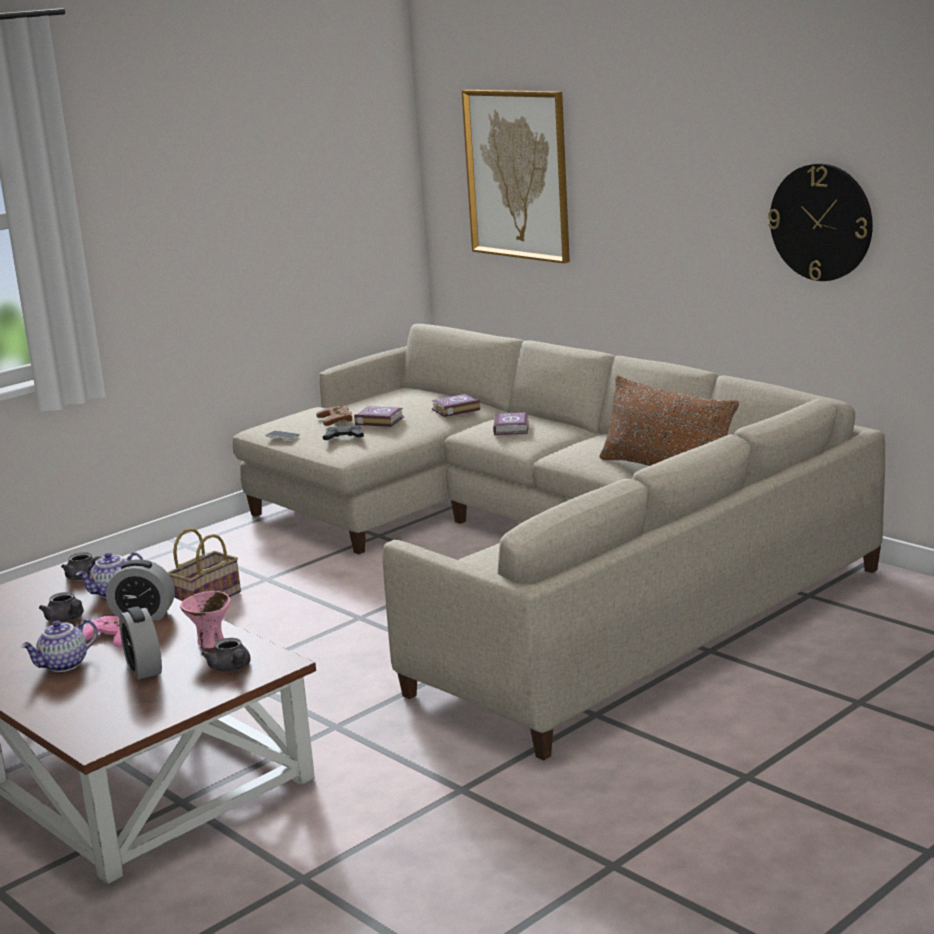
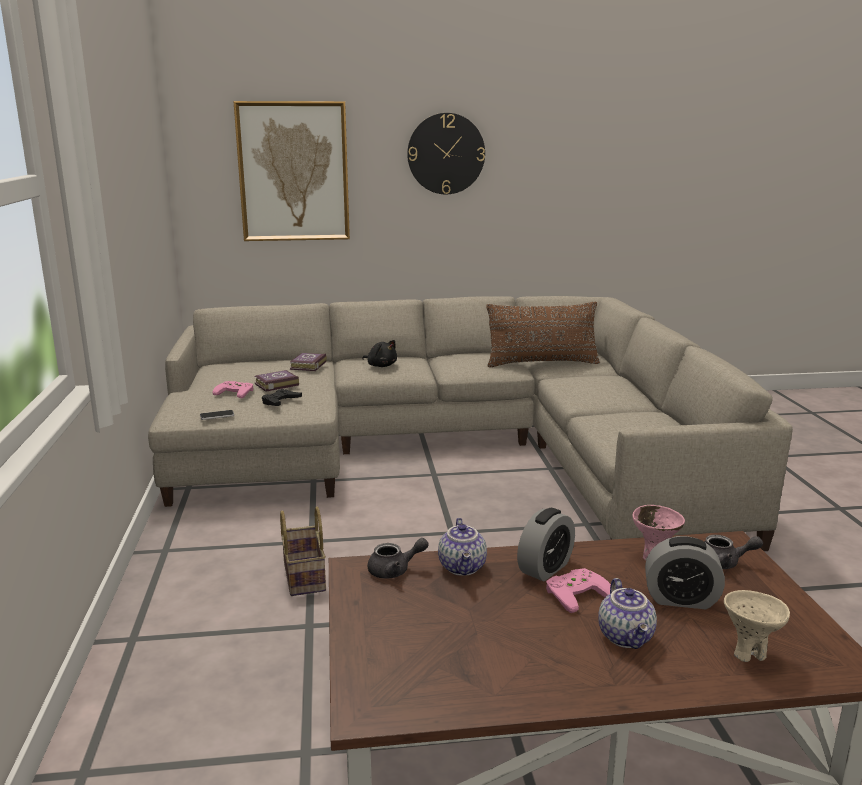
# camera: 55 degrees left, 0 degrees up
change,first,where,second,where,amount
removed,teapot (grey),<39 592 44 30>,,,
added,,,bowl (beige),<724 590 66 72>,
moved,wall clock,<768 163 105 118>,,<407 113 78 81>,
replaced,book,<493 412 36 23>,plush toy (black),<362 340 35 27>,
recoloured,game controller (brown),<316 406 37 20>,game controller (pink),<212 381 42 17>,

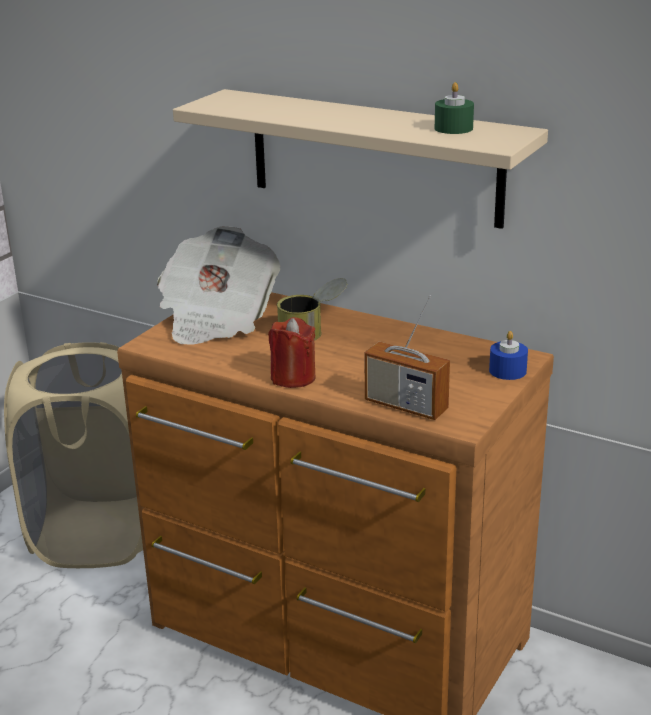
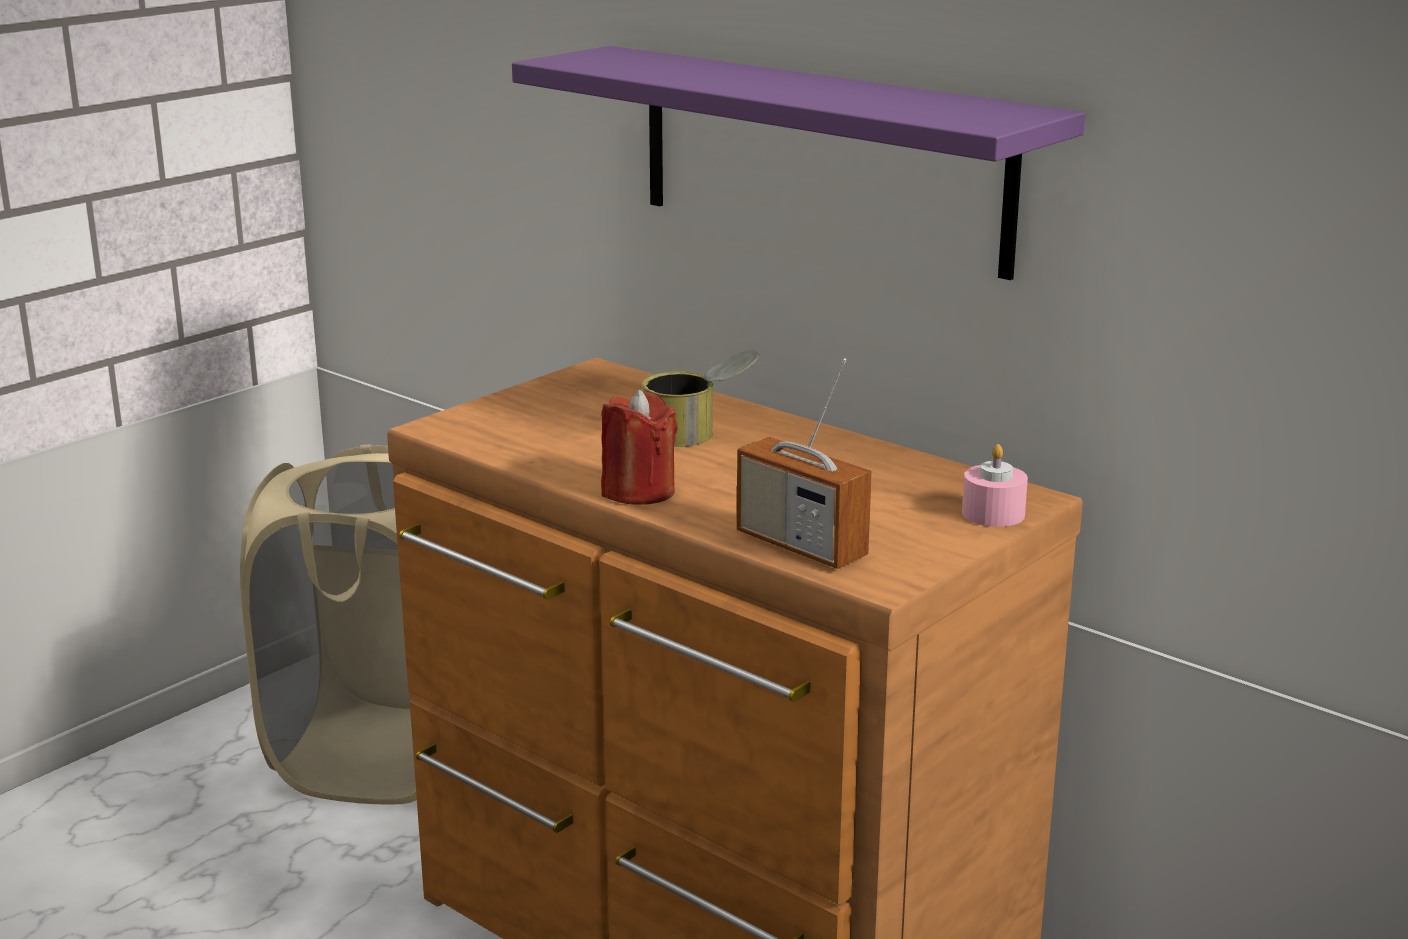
# camera: 10 degrees right, 5 degrees down
change,first,where,second,where,amount
removed,newspaper,<157 226 123 119>,,,
removed,candle (green),<435 82 39 52>,,,
recoloured,shelf (beige),<173 89 375 140>,shelf (purple),<512 46 573 234>,
recoloured,candle (blue),<489 331 39 49>,candle (pink),<962 444 66 83>,

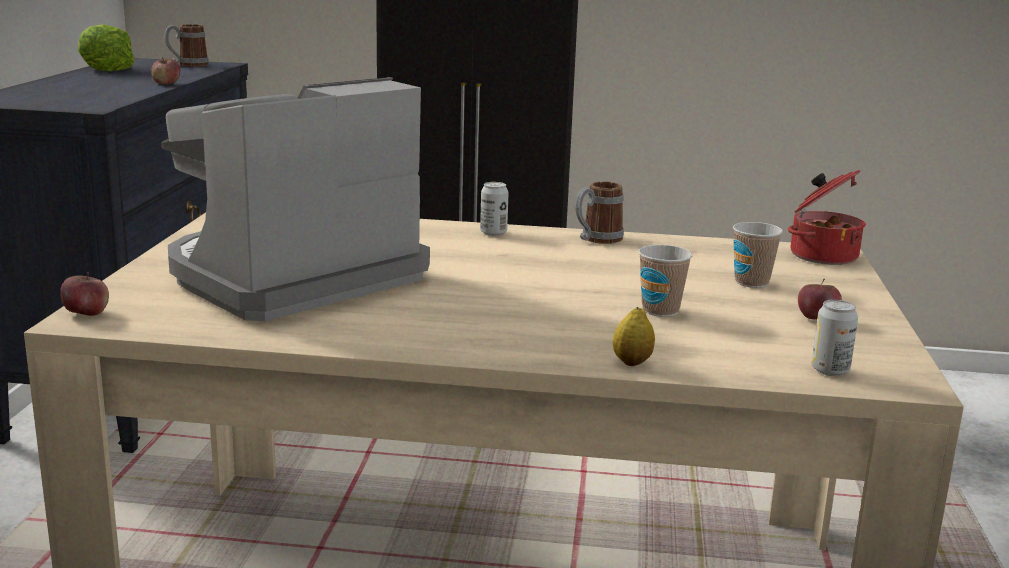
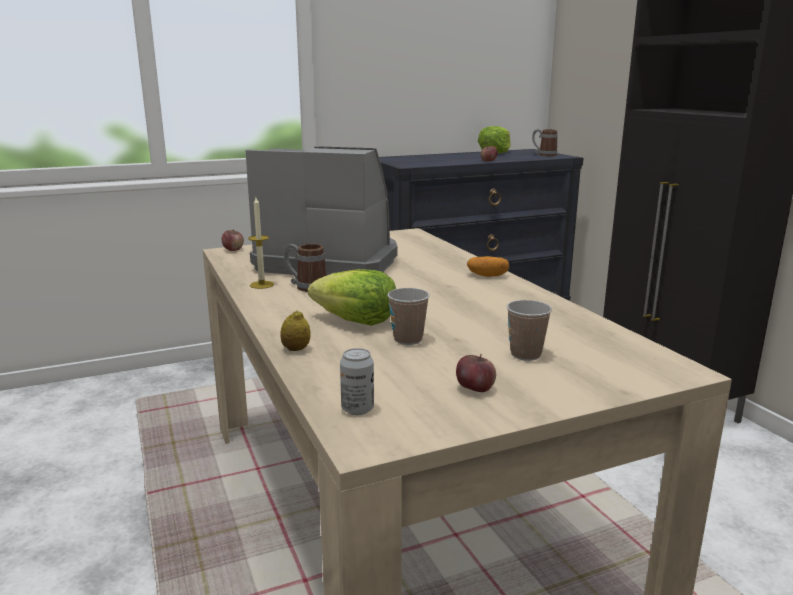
# camera: 60 degrees right, 0 degrees up
change,first,where,second,where,amount
removed,cooking pot,<788 170 78 95>,,,
added,,,candle,<248 197 26 92>,
added,,,lettuce,<308 269 88 57>,
moved,mug,<575 181 49 63>,,<284 244 42 48>,
replaced,can,<480 182 29 54>,potato,<467 256 42 21>,

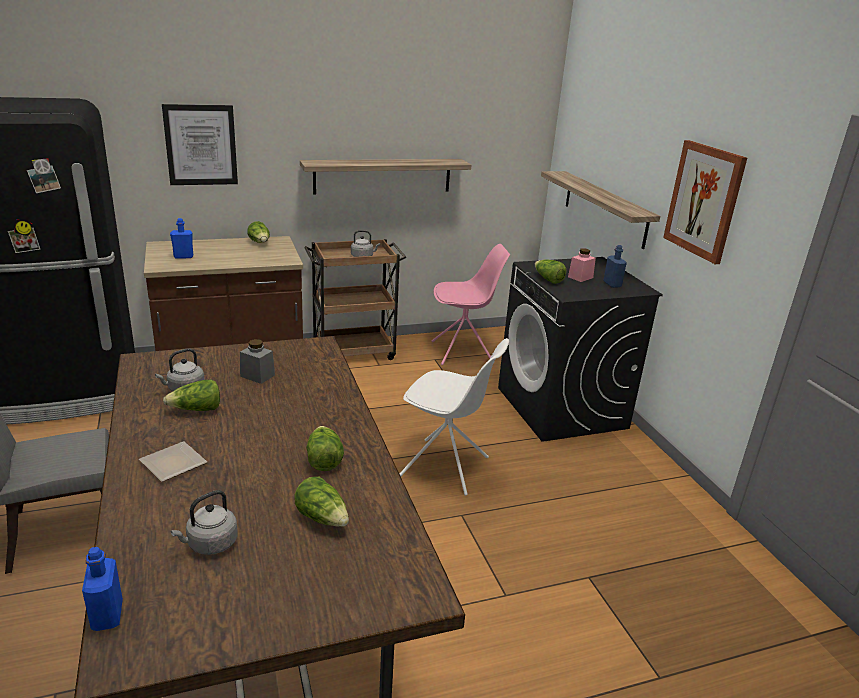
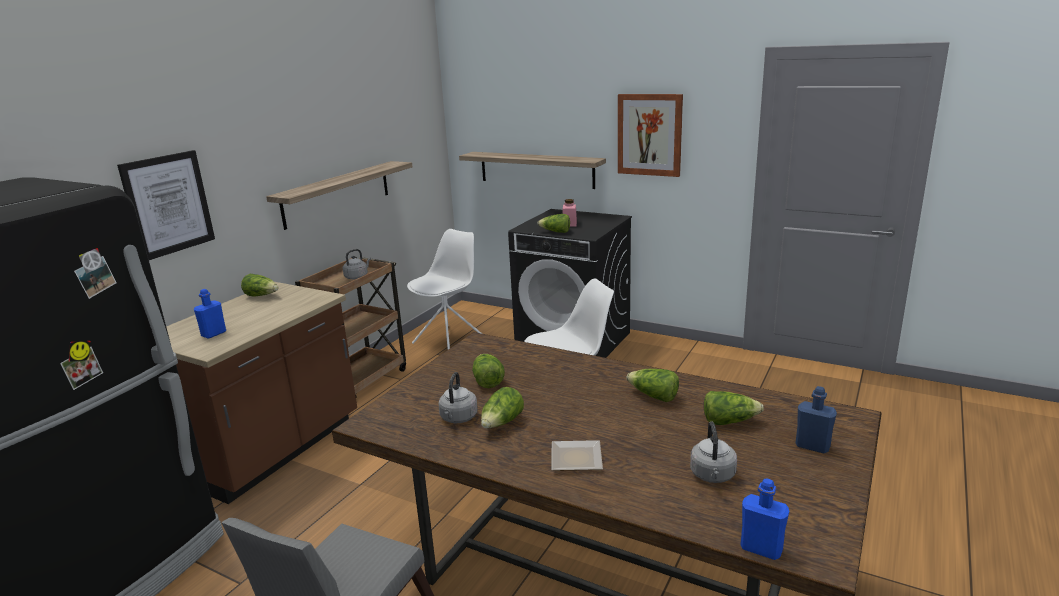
# camera: 40 degrees left, 5 degrees down
change,first,where,second,where,amount
moved,bottle (blue),<603 245 24 43>,,<795 386 42 67>,
replaced,jar (grey),<240 339 35 45>,lettuce,<472 354 33 34>,
recoloured,chair (pink),<432 244 78 121>,chair (white),<407 229 75 121>,

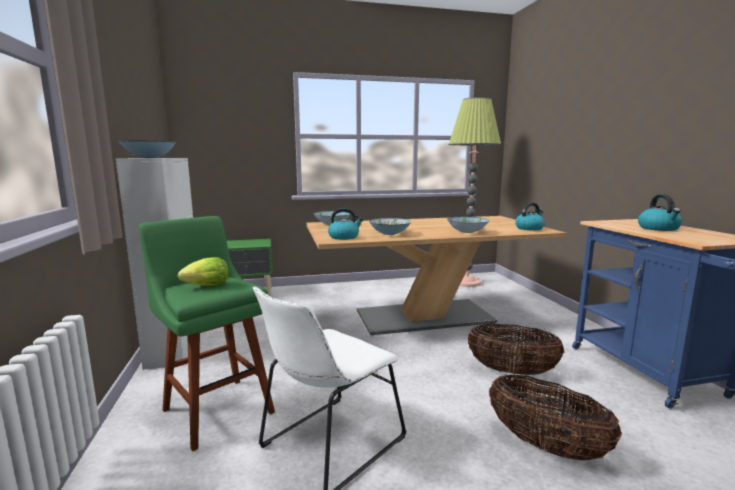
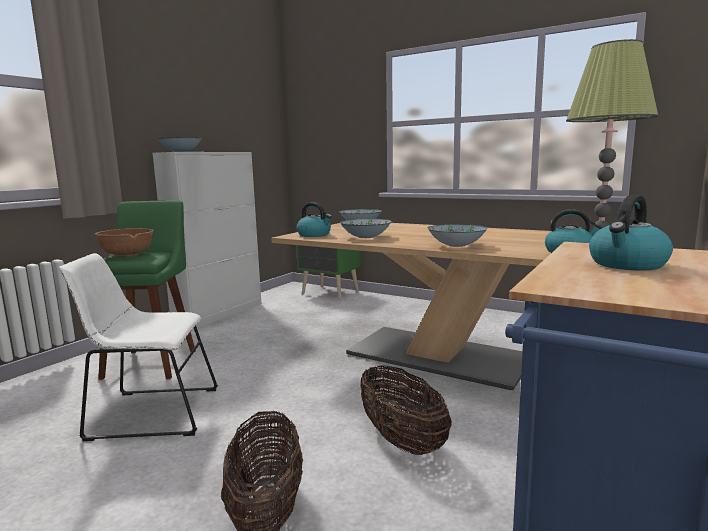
# camera: 45 degrees right, 0 degrees up
change,first,where,second,where,amount
replaced,lettuce,<178 257 51 29>,bowl (brown),<95 228 59 28>,

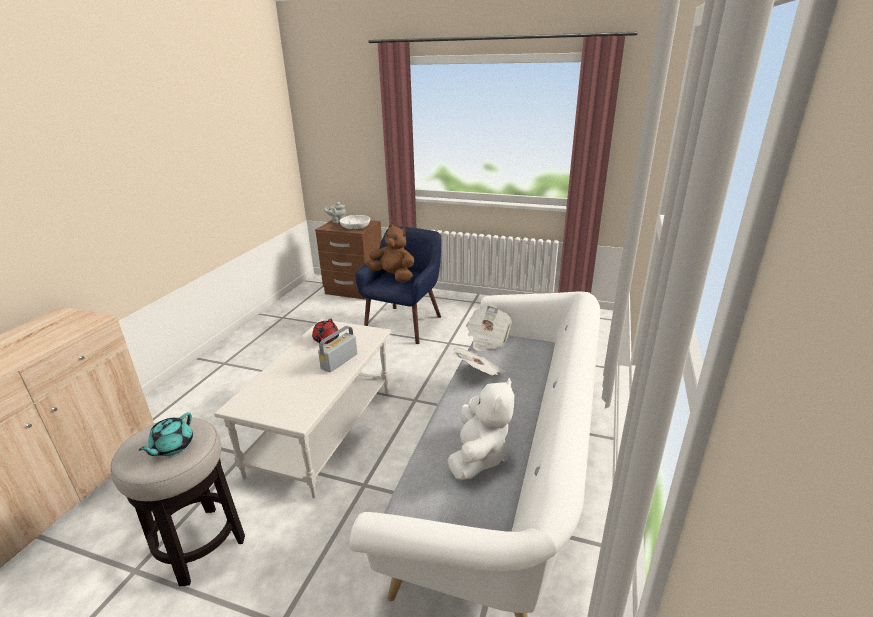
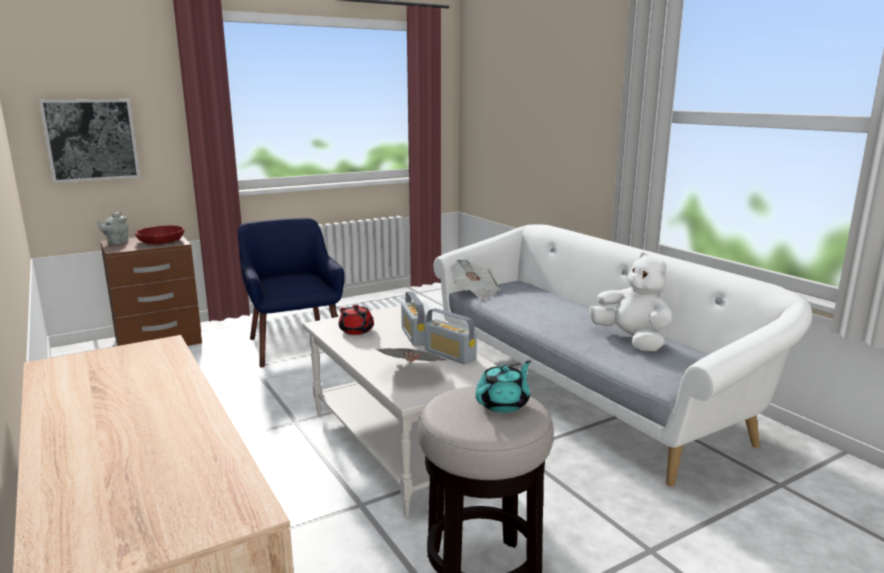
# camera: 50 degrees left, 10 degrees down
change,first,where,second,where,amount
removed,plush toy (brown),<365 224 49 58>,,,
added,,,picture,<39 99 101 84>,
added,,,radio,<425 308 52 57>,
moved,newspaper,<453 348 53 27>,,<374 348 72 14>,
recoloured,bowl (white),<339 215 31 14>,bowl (red),<135 226 49 18>,
turned,teapot (turquoise),<139 412 54 44>,,<476 361 55 52>,105 degrees counterclockwise

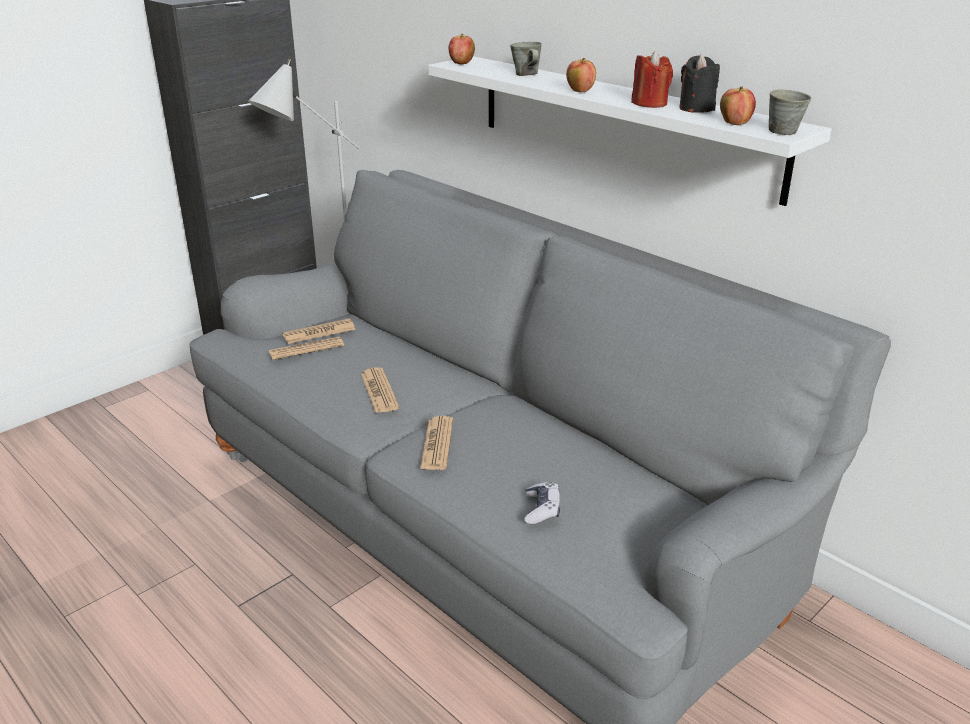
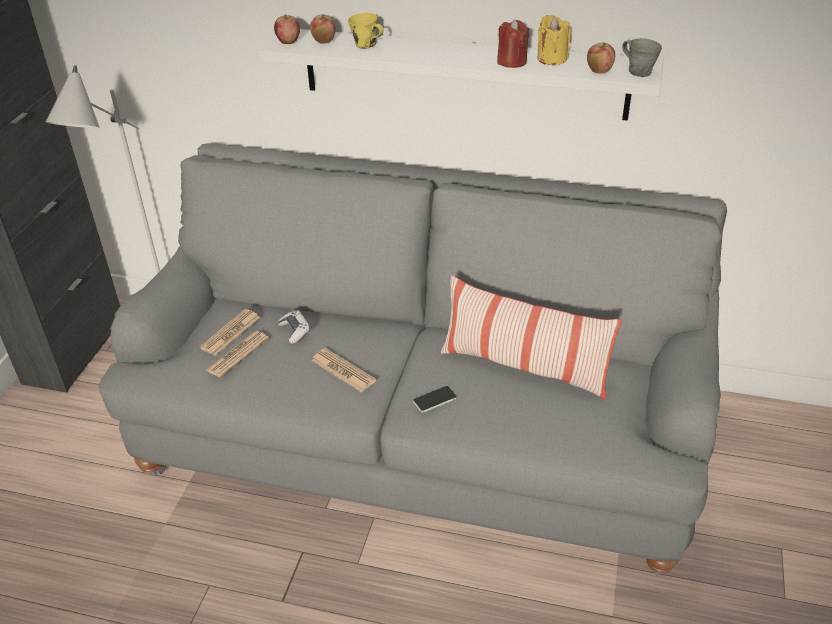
# camera: 30 degrees left, 10 degrees up
change,first,where,second,where,amount
added,,,pillow,<441 275 181 124>,
moved,game controller,<525 482 35 42>,,<277 311 33 33>,
moved,apple,<566 58 30 34>,,<310 14 26 29>,
replaced,newspaper,<420 416 33 54>,phone,<413 386 44 27>,
recoloured,mug (grey),<510 42 32 34>,mug (yellow),<348 13 35 36>,
recoloured,candle (black),<679 54 41 59>,candle (yellow),<537 15 34 50>,

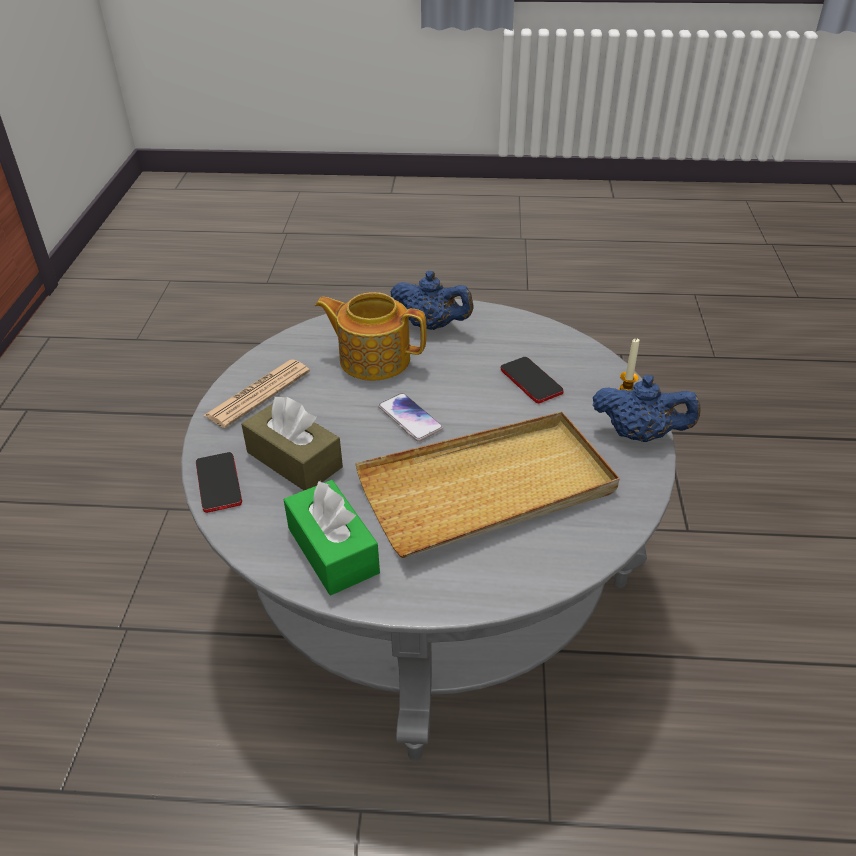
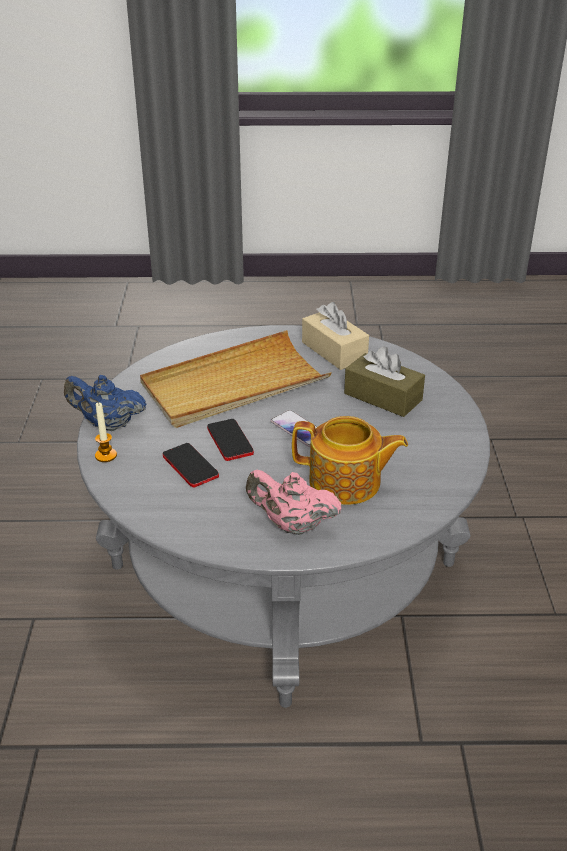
# camera: 175 degrees right, 5 degrees down
change,first,where,second,where,amount
removed,newspaper,<203 359 107 69>,,,
moved,phone,<196 452 46 61>,,<207 419 47 42>,
recoloured,tissue box (green),<284 480 96 115>,tissue box (beige),<302 302 67 68>,
recoloured,teapot (blue),<390 271 84 59>,teapot (pink),<246 470 95 65>,

